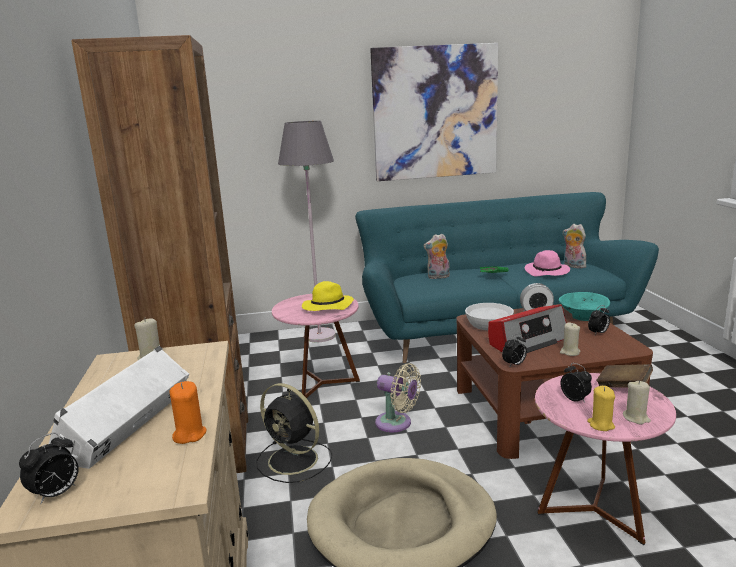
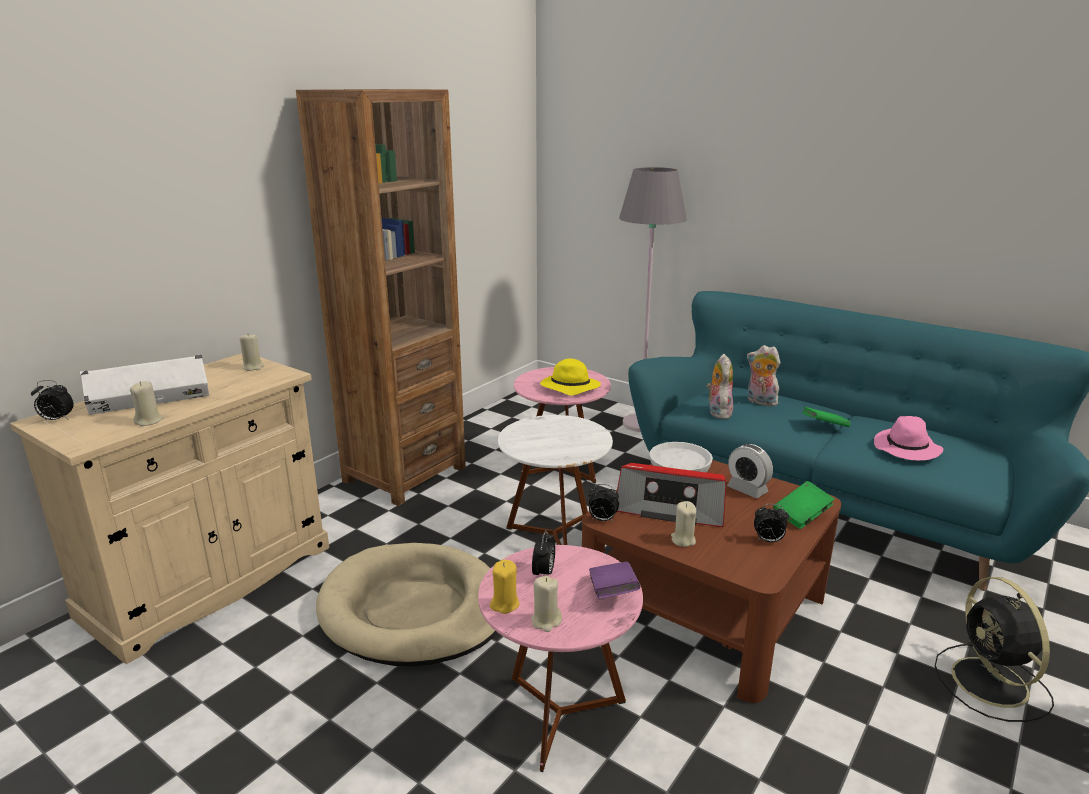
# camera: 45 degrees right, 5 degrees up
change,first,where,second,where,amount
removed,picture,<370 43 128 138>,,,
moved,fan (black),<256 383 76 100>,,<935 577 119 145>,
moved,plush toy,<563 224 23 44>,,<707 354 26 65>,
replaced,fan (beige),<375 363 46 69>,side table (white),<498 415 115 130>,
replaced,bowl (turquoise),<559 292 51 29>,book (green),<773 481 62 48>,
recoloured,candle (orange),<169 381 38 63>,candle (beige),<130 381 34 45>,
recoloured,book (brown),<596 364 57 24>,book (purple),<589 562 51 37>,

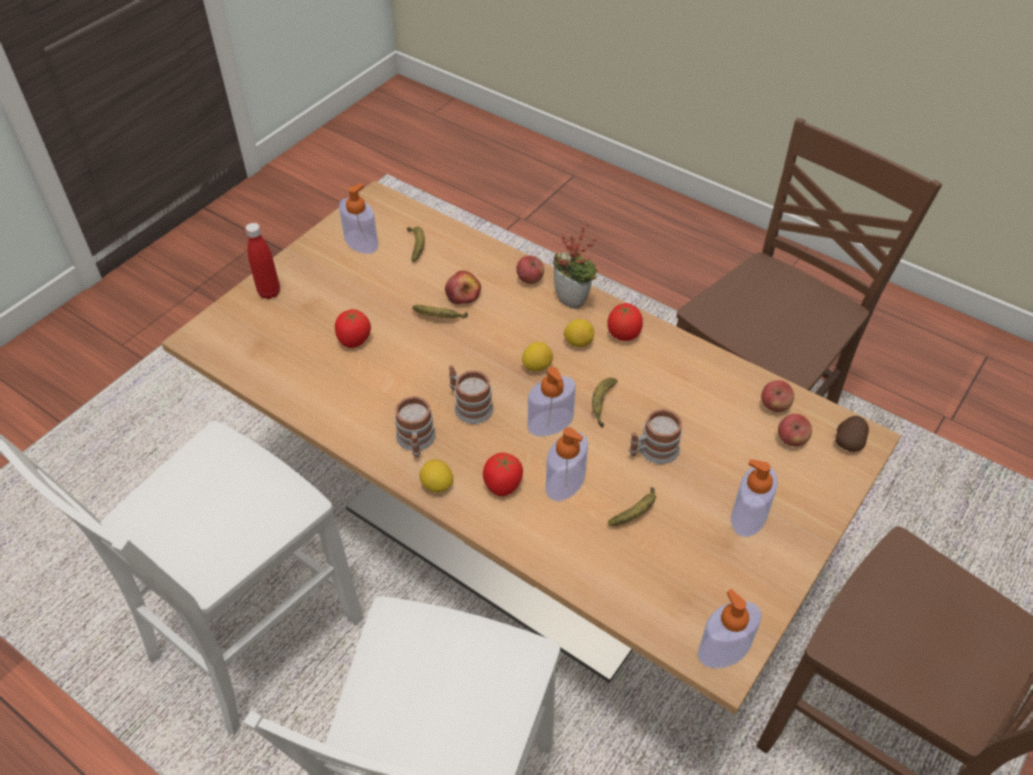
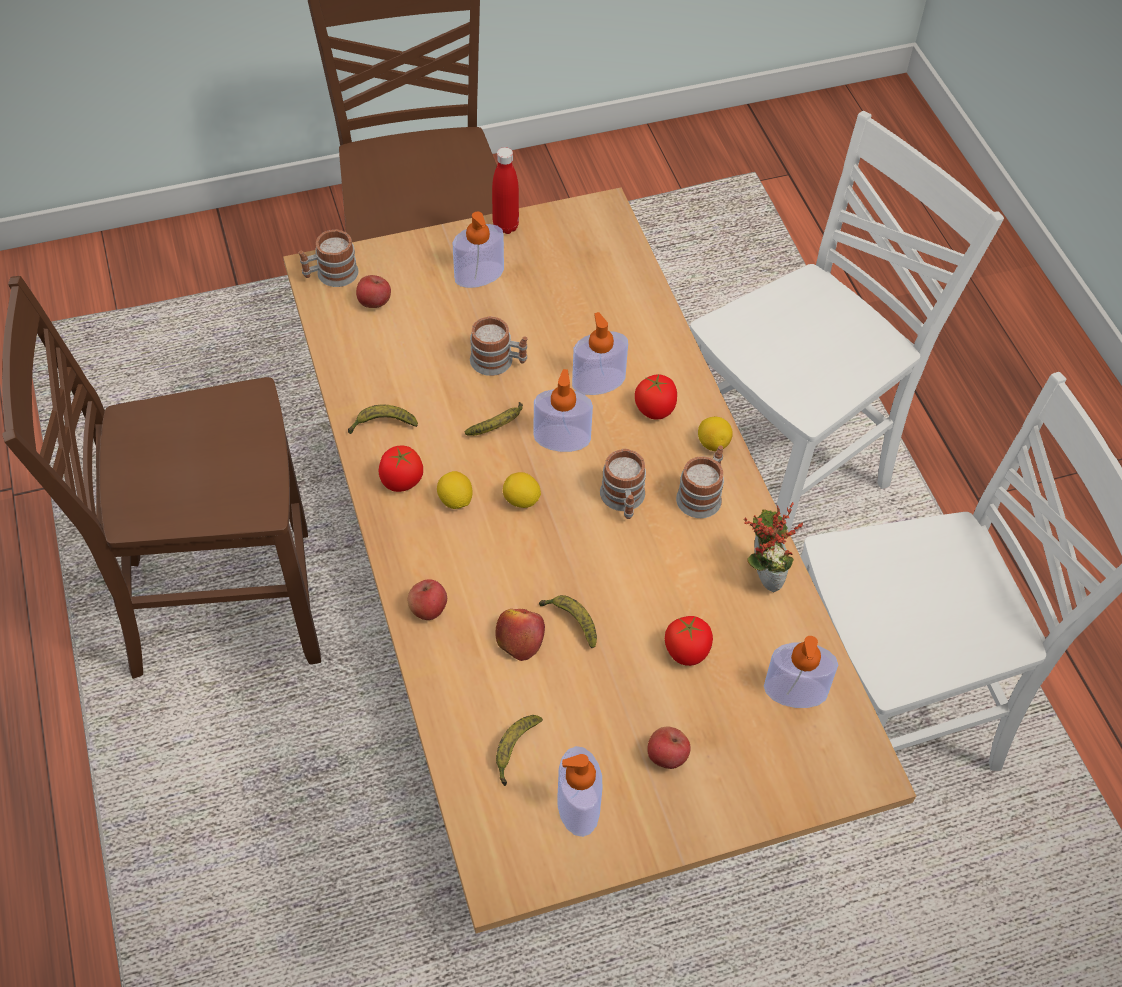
# camera: 145 degrees left, 5 degrees up
change,first,where,second,where,amount
moved,bottle (red),<245 223 35 76>,,<492 147 27 87>,
moved,potted plant,<552 224 46 85>,,<744 502 59 90>,
moved,banana,<608 487 48 39>,,<348 404 70 30>,
moved,soap dispenser,<698 589 64 79>,,<764 636 74 72>,
moved,apple,<761 380 33 32>,,<647 726 44 43>,
replaced,potato,<836 416 33 36>,mug,<299 229 60 58>,

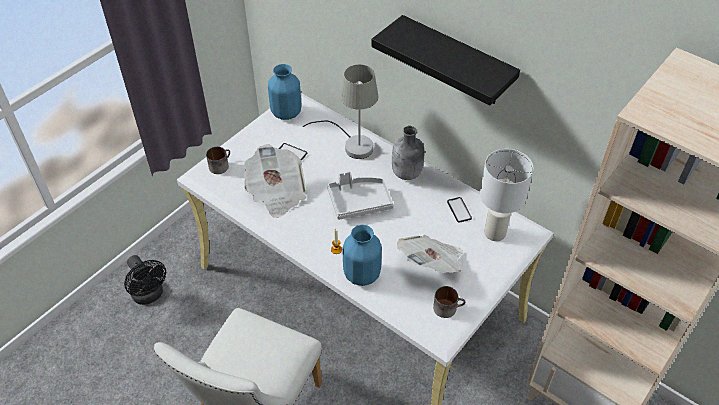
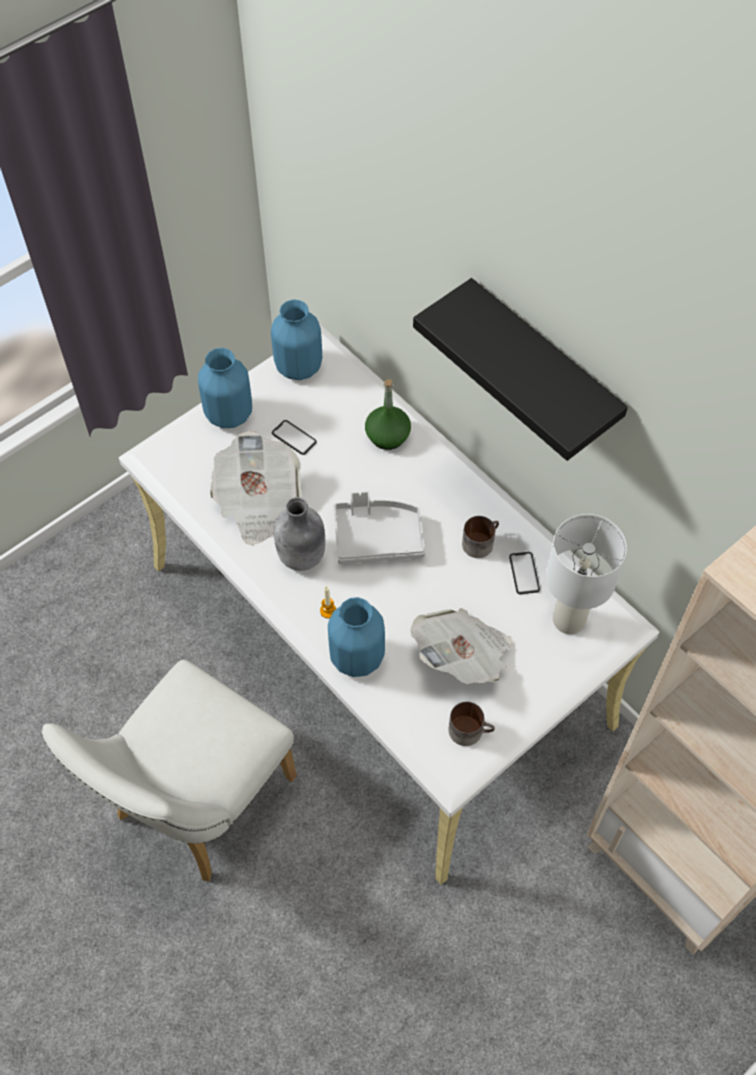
# camera: 10 degrees right, 10 degrees up
change,first,where,second,where,amount
removed,fan (black),<124 255 42 50>,,,
added,,,vase (blue),<198 348 54 80>,
moved,mug,<206 147 24 27>,,<462 516 37 42>,
moved,bottle (grey),<392 126 32 54>,,<274 497 51 74>,
replaced,table lamp (grey),<303 64 75 95>,bottle (green),<365 379 46 71>,

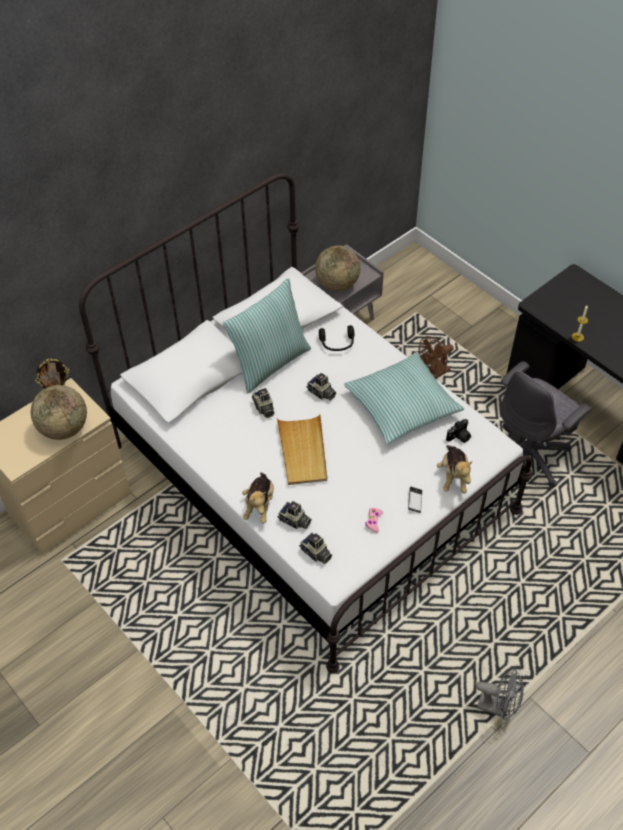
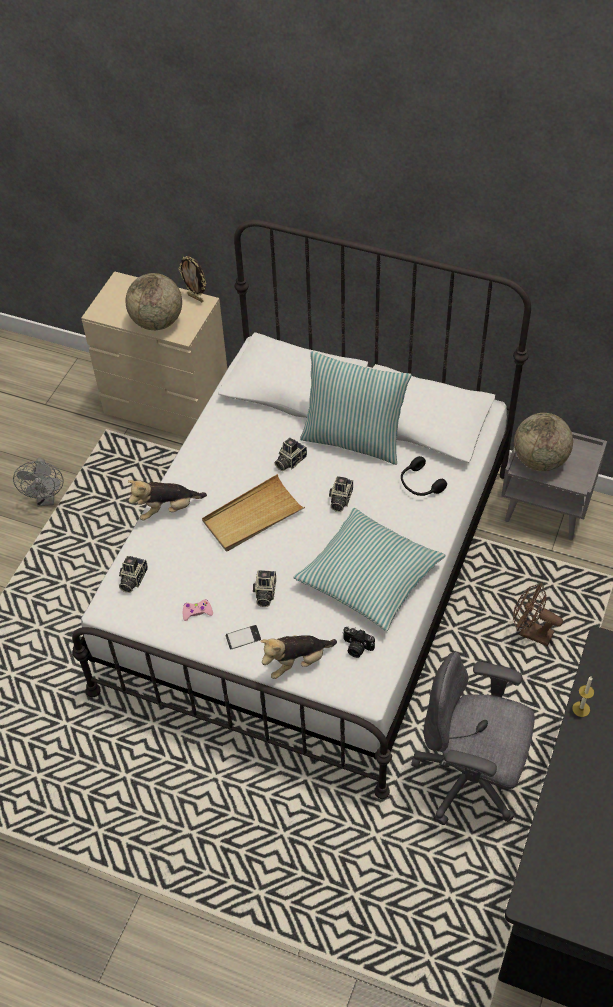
# camera: 65 degrees right, 0 degrees up
change,first,where,second,where,amount
moved,photo camera,<277 501 34 28>,,<253 570 23 37>,
moved,fan (grey),<476 669 48 51>,,<13 457 51 49>,

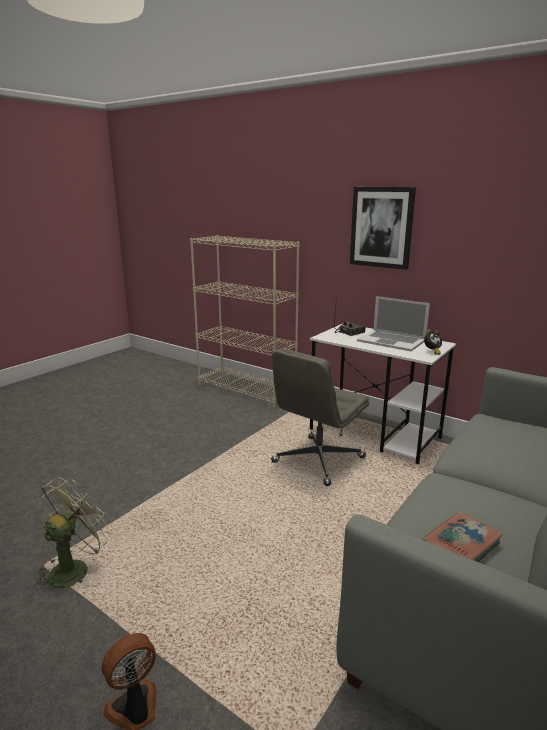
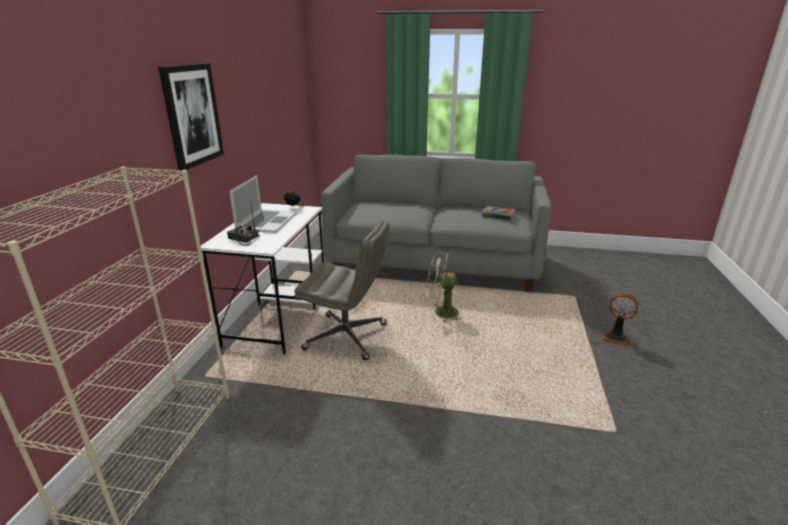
# camera: 115 degrees left, 5 degrees up
change,first,where,second,where,amount
moved,fan (green),<34 477 78 113>,,<425 251 38 71>,

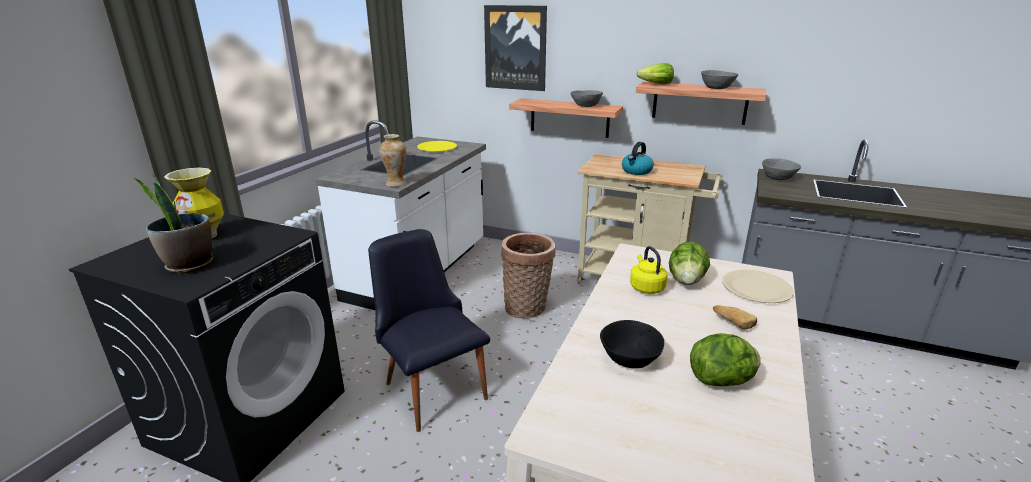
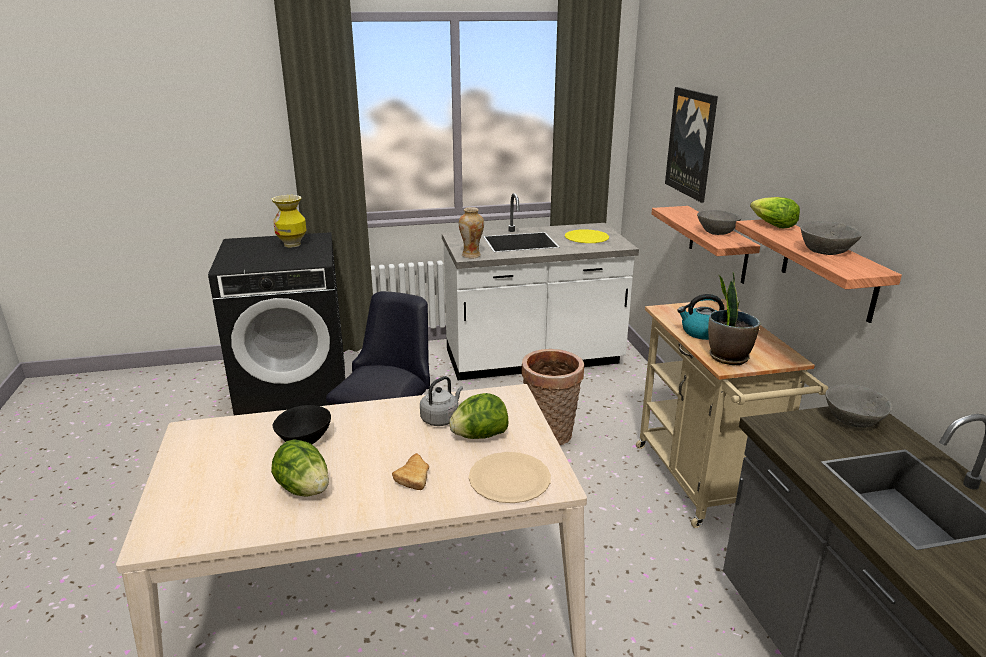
# camera: 55 degrees right, 0 degrees up
change,first,where,second,where,amount
moved,potted plant,<134 173 80 101>,,<708 272 52 93>,
recoloured,kettle (yellow),<630 246 38 48>,kettle (grey),<420 376 43 50>,

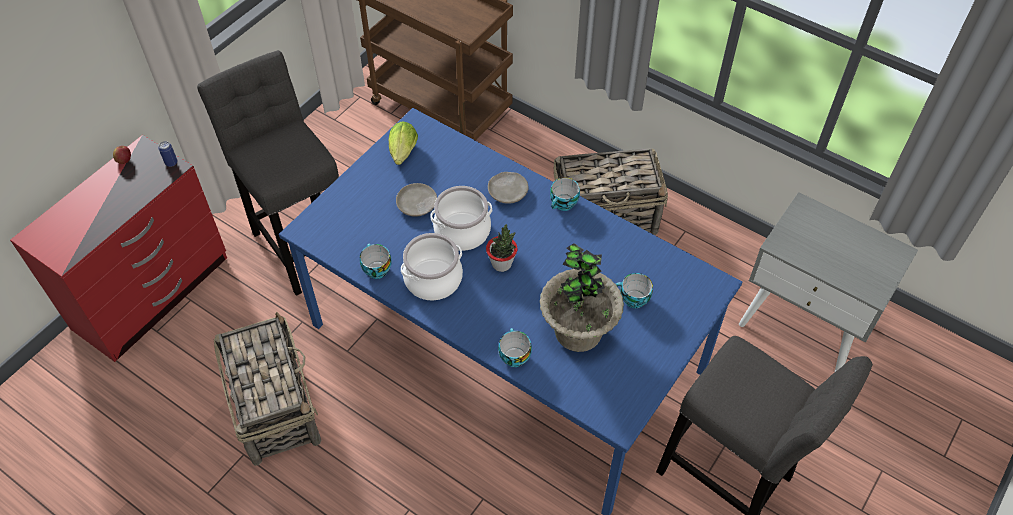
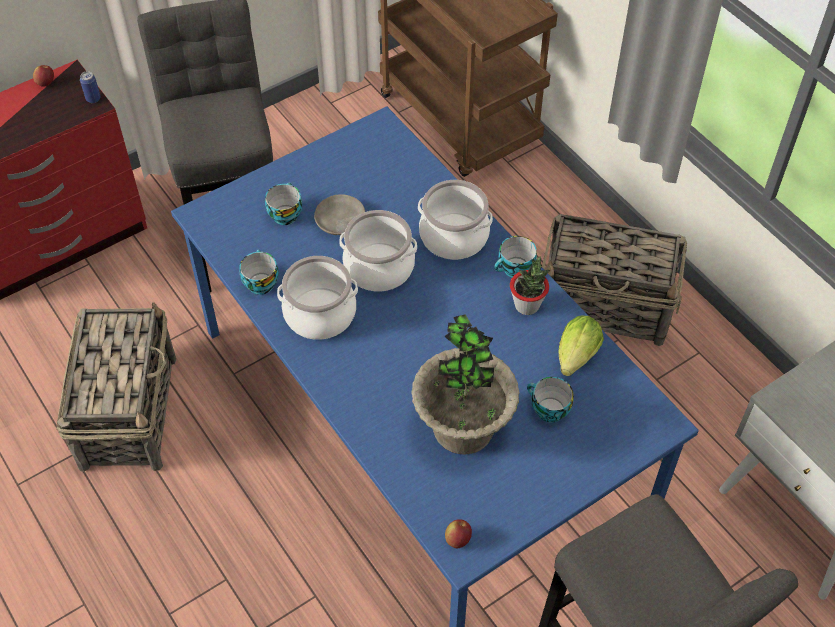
# camera: 20 degrees right, 0 degrees up
change,first,where,second,where,amount
added,,,apple,<445 519 27 29>,
moved,lettuce,<389 121 29 44>,,<559 315 45 61>,
moved,potted plant,<486 224 32 48>,,<510 256 40 59>,
moved,cup,<498 328 34 39>,,<265 183 37 42>,
replaced,plate (beige),<488 172 41 32>,cooking pot,<418 180 75 80>,

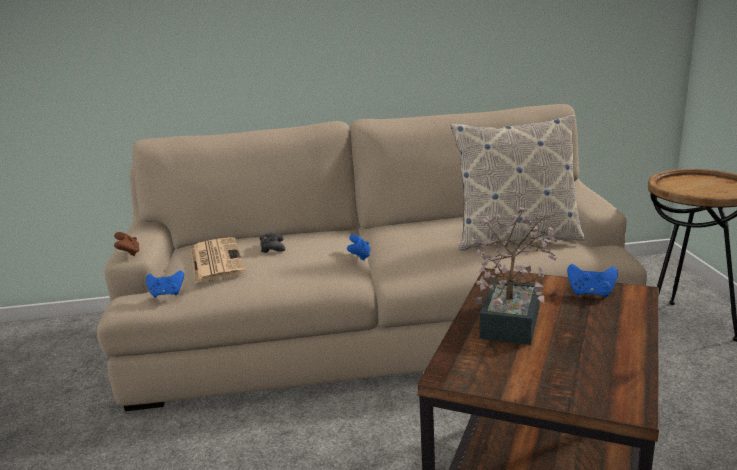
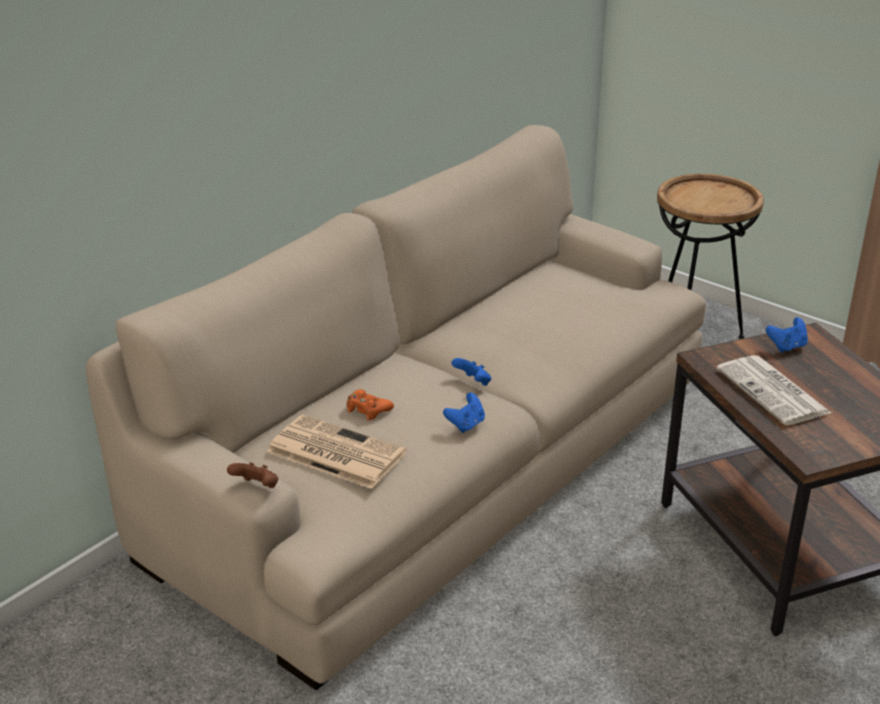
# camera: 45 degrees left, 10 degrees up
change,first,where,second,where,amount
removed,pillow,<451 115 133 136>,,,
moved,game controller (blue),<146 271 38 27>,,<443 392 42 41>,
replaced,potted plant,<470 206 87 139>,newspaper,<717 355 114 70>,
recoloured,game controller (black),<260 233 25 20>,game controller (orange),<347 389 47 31>,

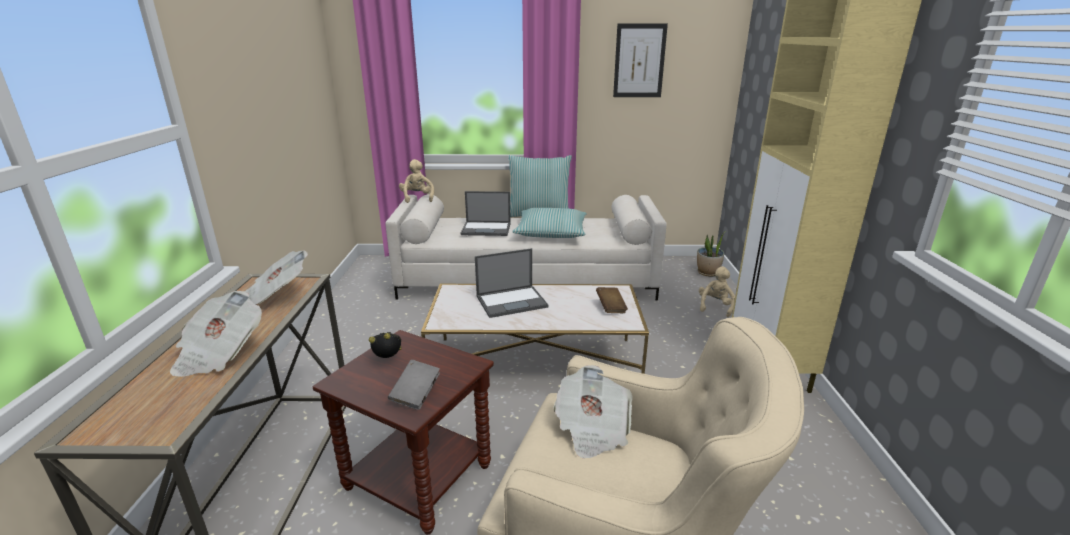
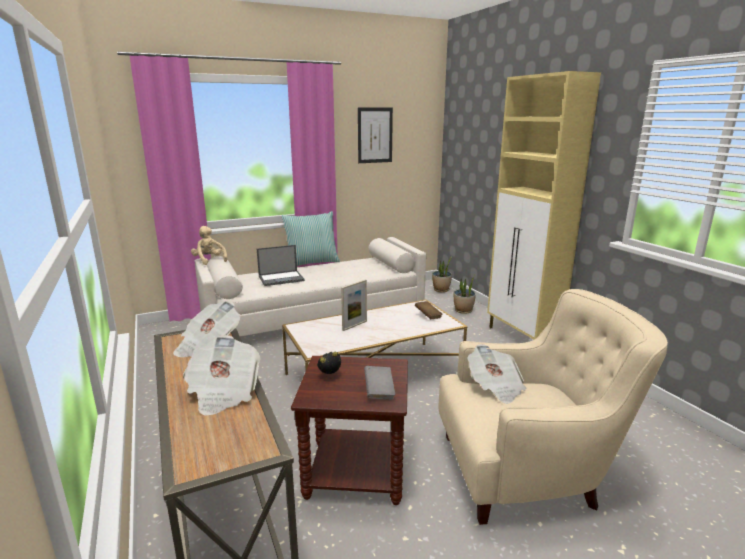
# camera: 25 degrees left, 5 degrees down
change,first,where,second,where,amount
removed,pillow,<512 208 75 30>,,,
replaced,laptop,<475 248 74 70>,picture frame,<341 280 26 51>,
replaced,plush toy (beige),<699 266 36 51>,potted plant,<454 274 22 40>,

